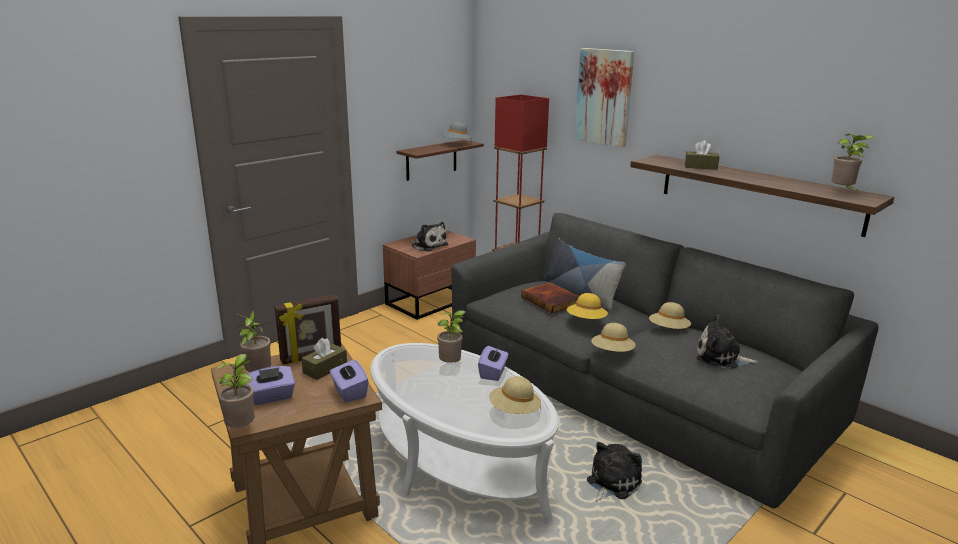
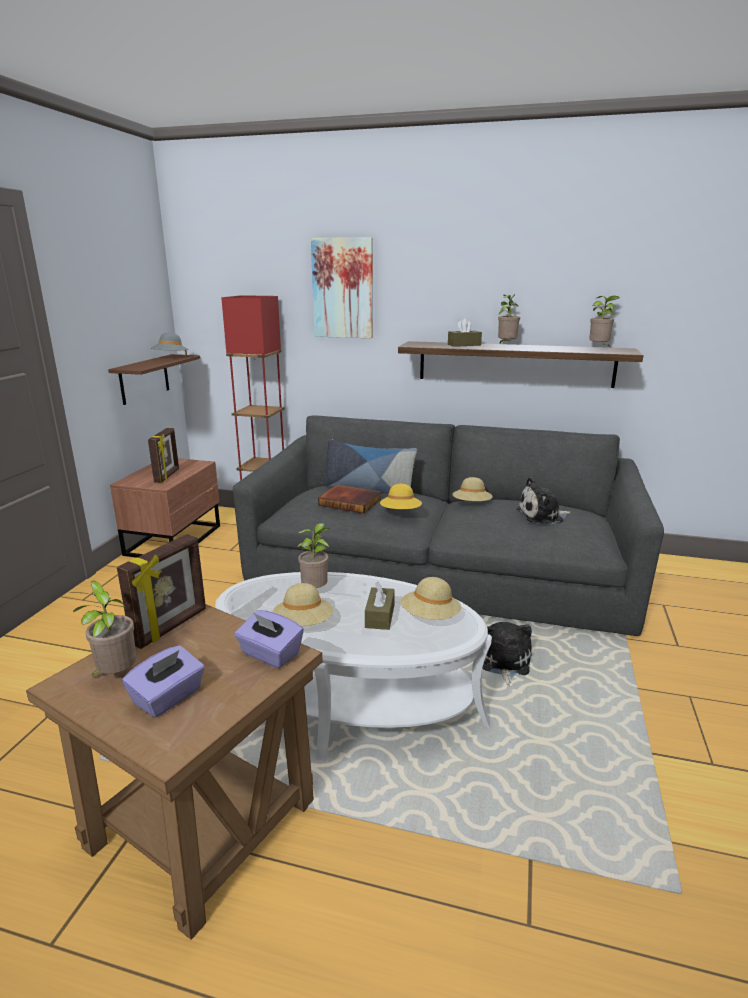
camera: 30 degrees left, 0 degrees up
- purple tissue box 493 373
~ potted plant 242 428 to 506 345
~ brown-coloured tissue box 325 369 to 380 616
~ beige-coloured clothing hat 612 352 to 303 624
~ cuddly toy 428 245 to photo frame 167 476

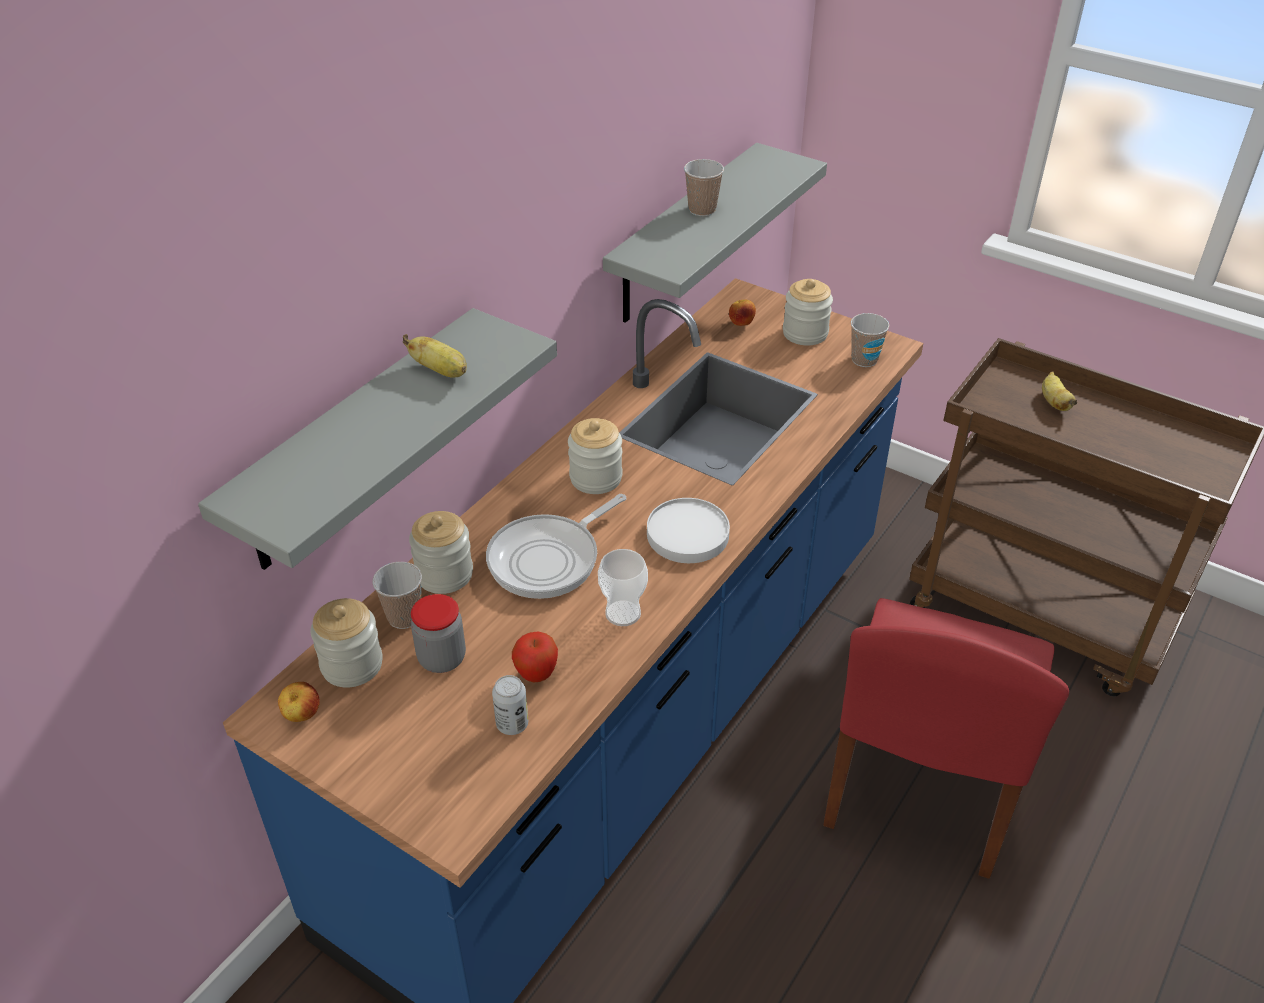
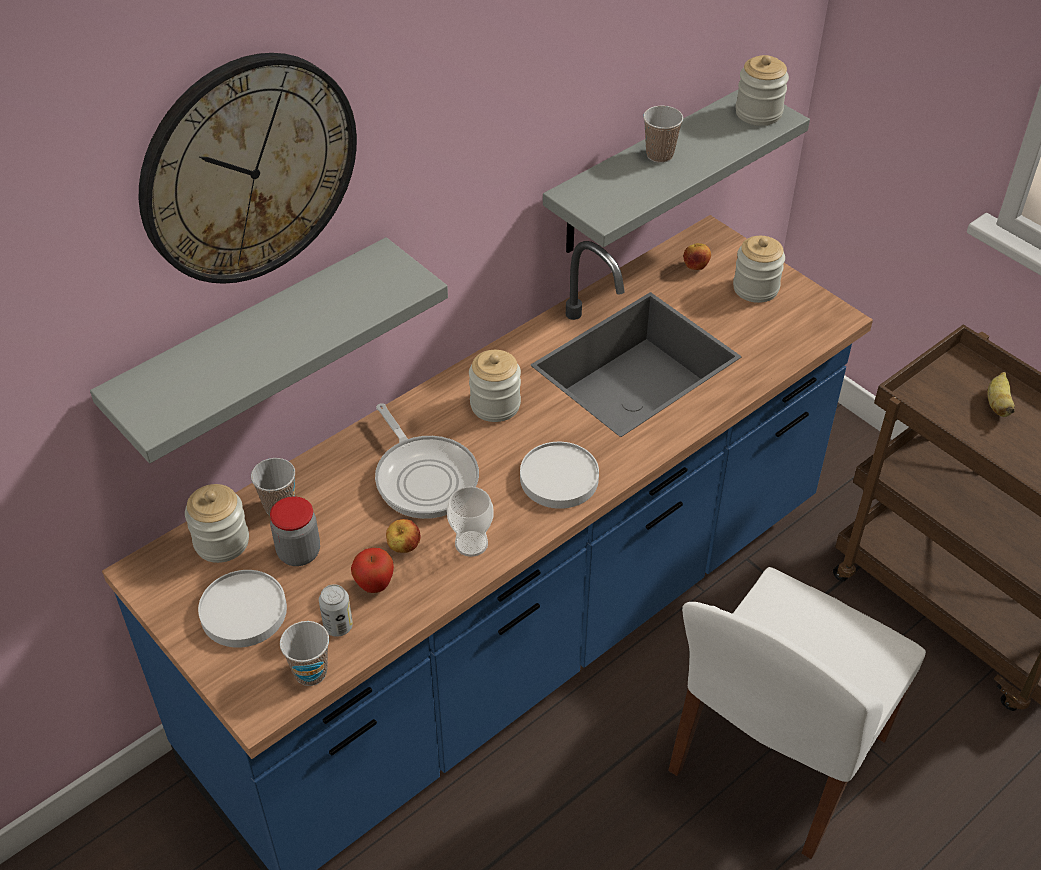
camera: 15 degrees right, 5 degrees up
- banana fruit 441 371
+ clock on the wall 249 169
+ whitish flat dish 244 612
~ whole apple 302 715 to 403 547
~ storage jar 444 574 to 758 113
~ cup 864 360 to 310 672
~ reddish upright chair 919 790 to whitish upright chair 775 758
~ pan 549 559 = 424 477 90 degrees counterclockwise

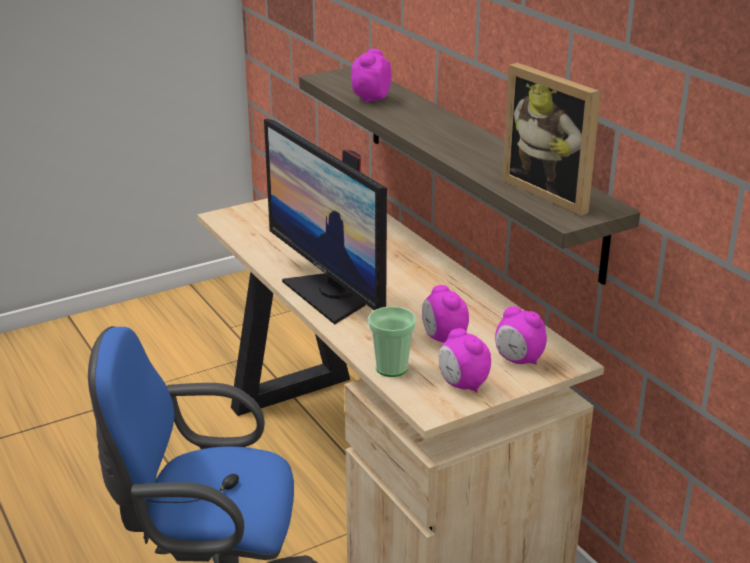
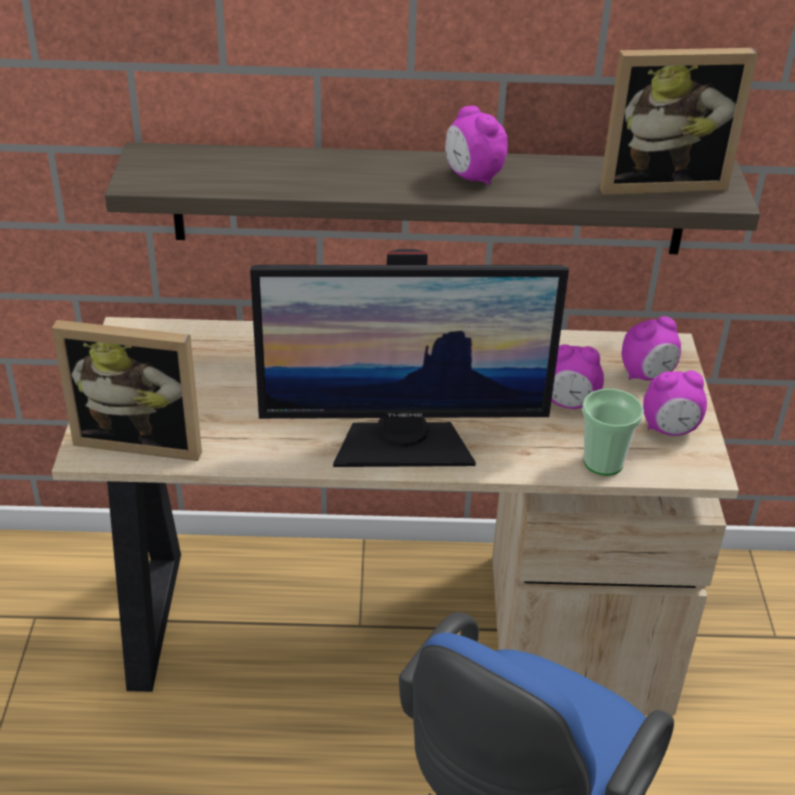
camera: 60 degrees left, 10 degrees up
+ photo frame 142 439
~ alarm clock 370 99 to 472 177

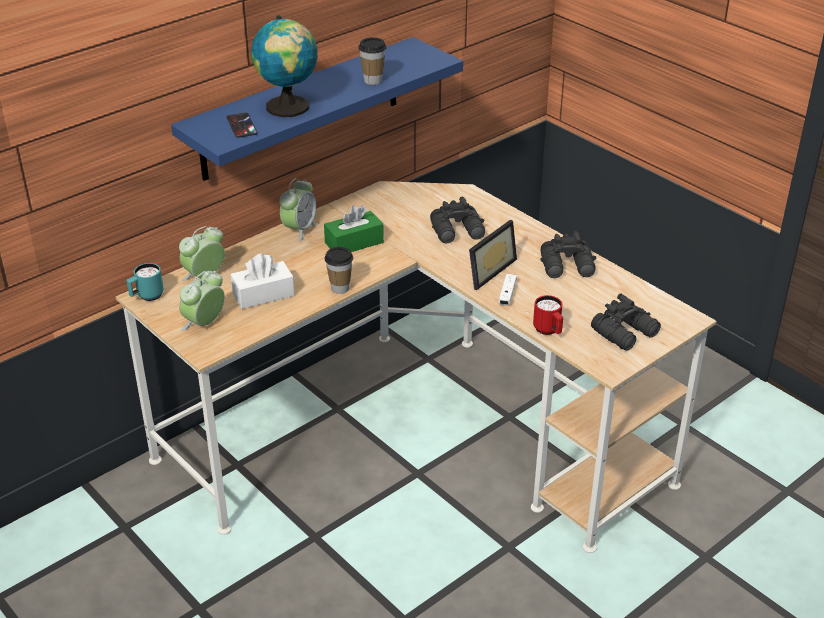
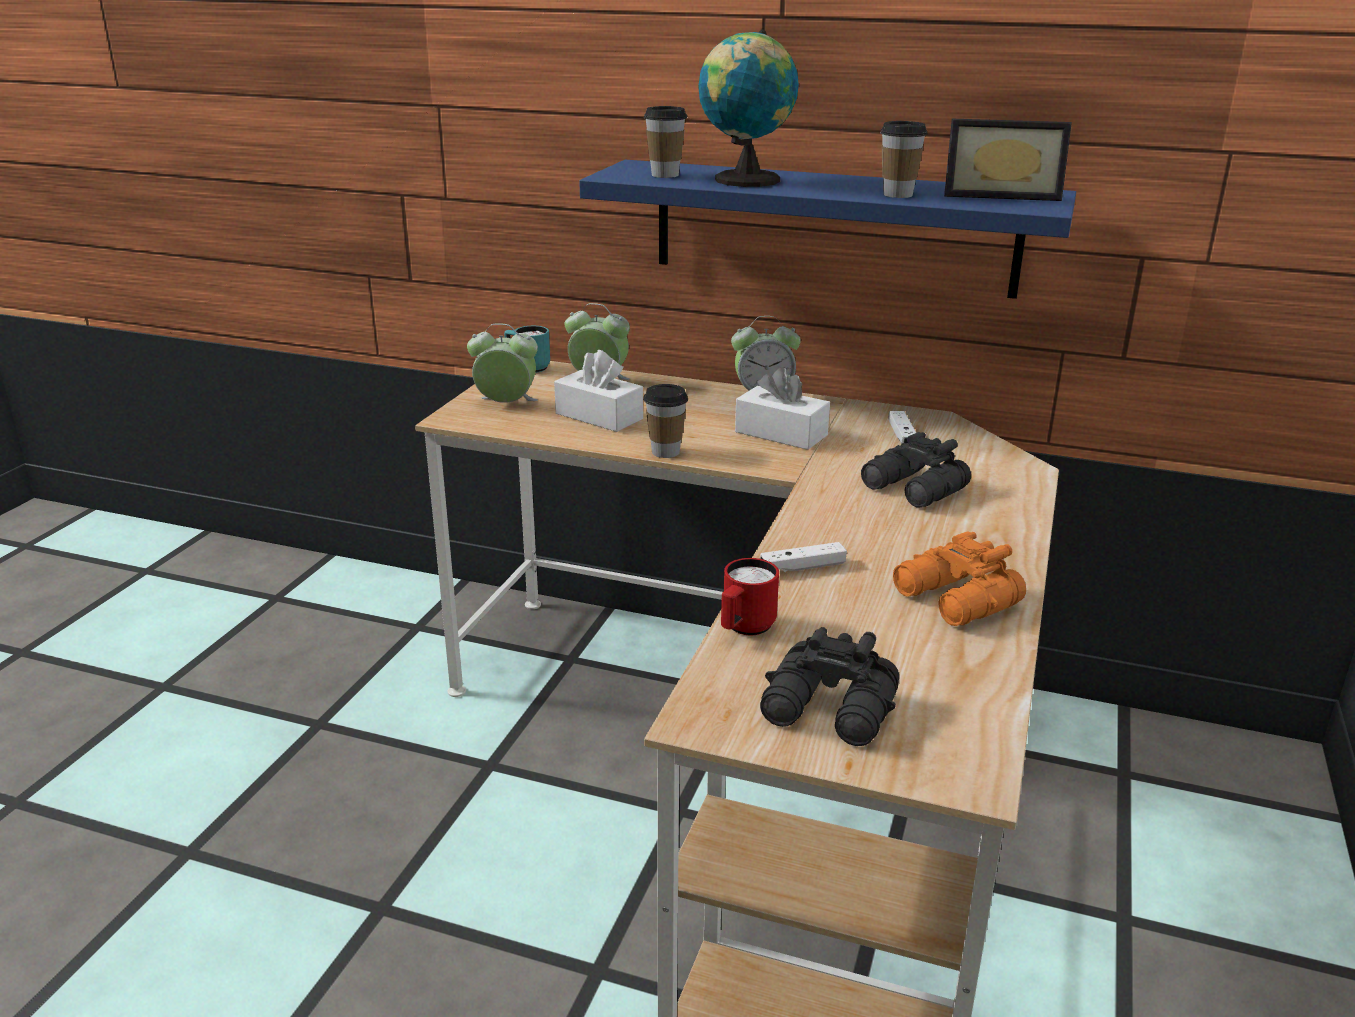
camera: 60 degrees right, 10 degrees down
+ whitish joypad 902 436
~ photo frame 486 270 to 1000 195
~ handset 241 125 to cup 665 175
~ green-coloured tissue box 354 243 to whitish tissue box 781 433
~ blackish field glasses 568 267 to orangey field glasses 956 600

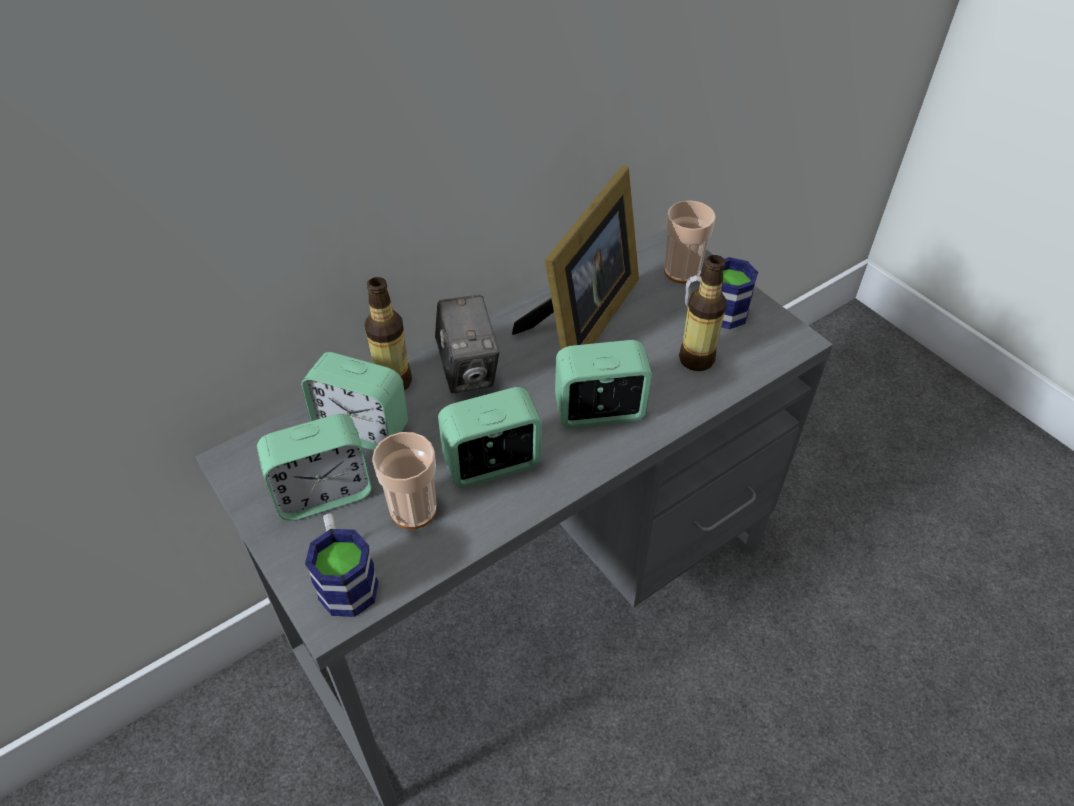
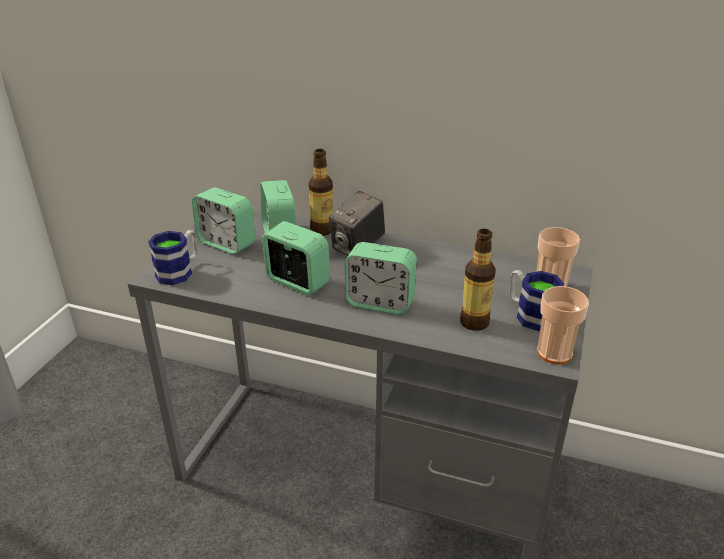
camera: 55 degrees right, 15 degrees down
- photo frame 582 321
~ cup 413 510 to 554 353
~ alarm clock 600 412 = 380 302 150 degrees clockwise

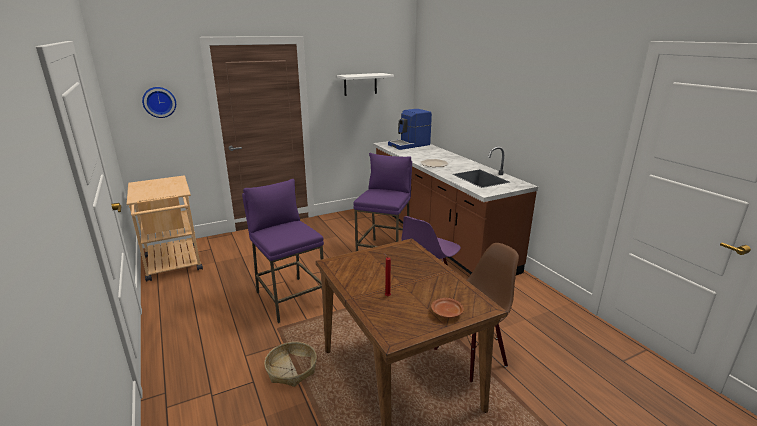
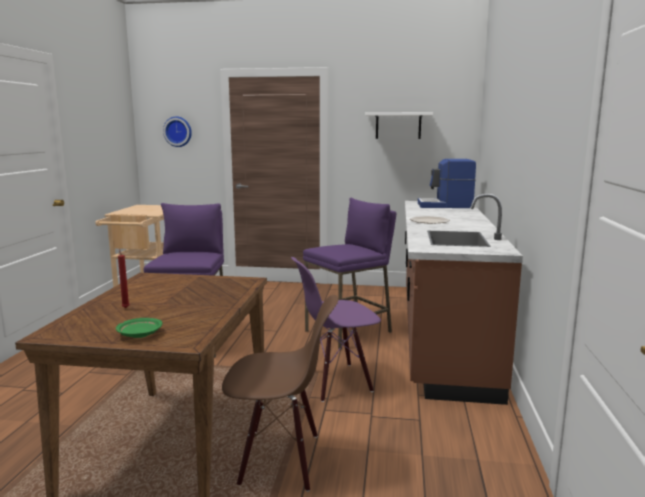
camera: 35 degrees right, 10 degrees down
- basket 291 369
~ brown-coloured flat dish 446 313 to green-coloured flat dish 139 334

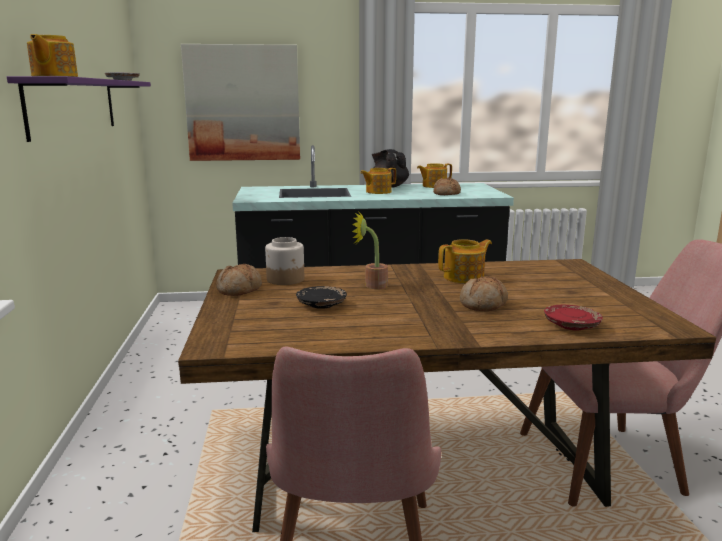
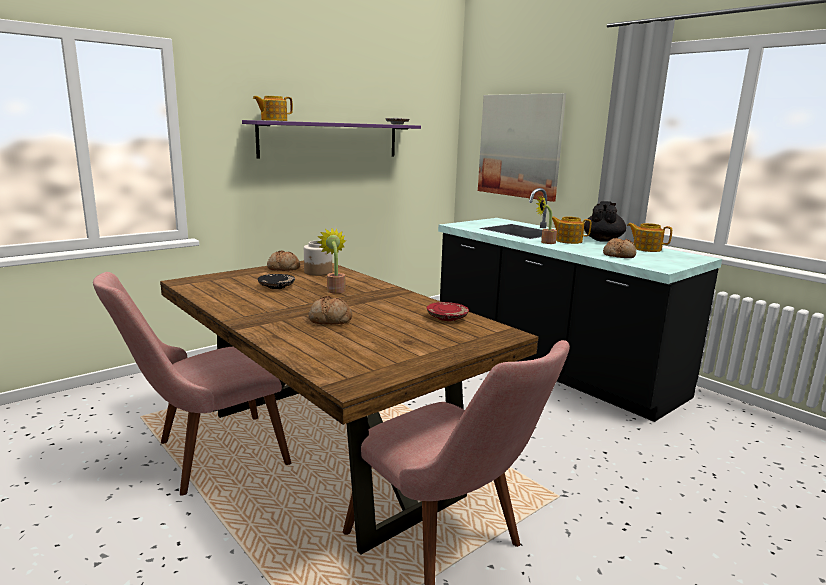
camera: 55 degrees right, 0 degrees up
- pot for tea 465 277
+ potted plant 545 242
~ reddish flat dish 571 325 to 447 318

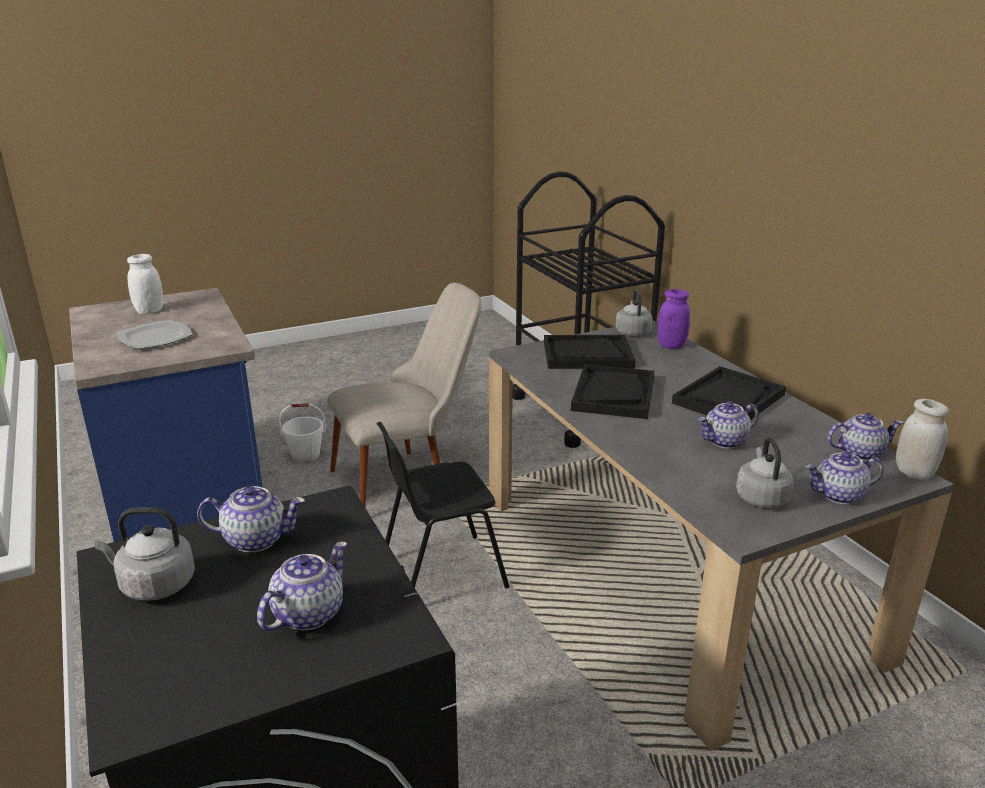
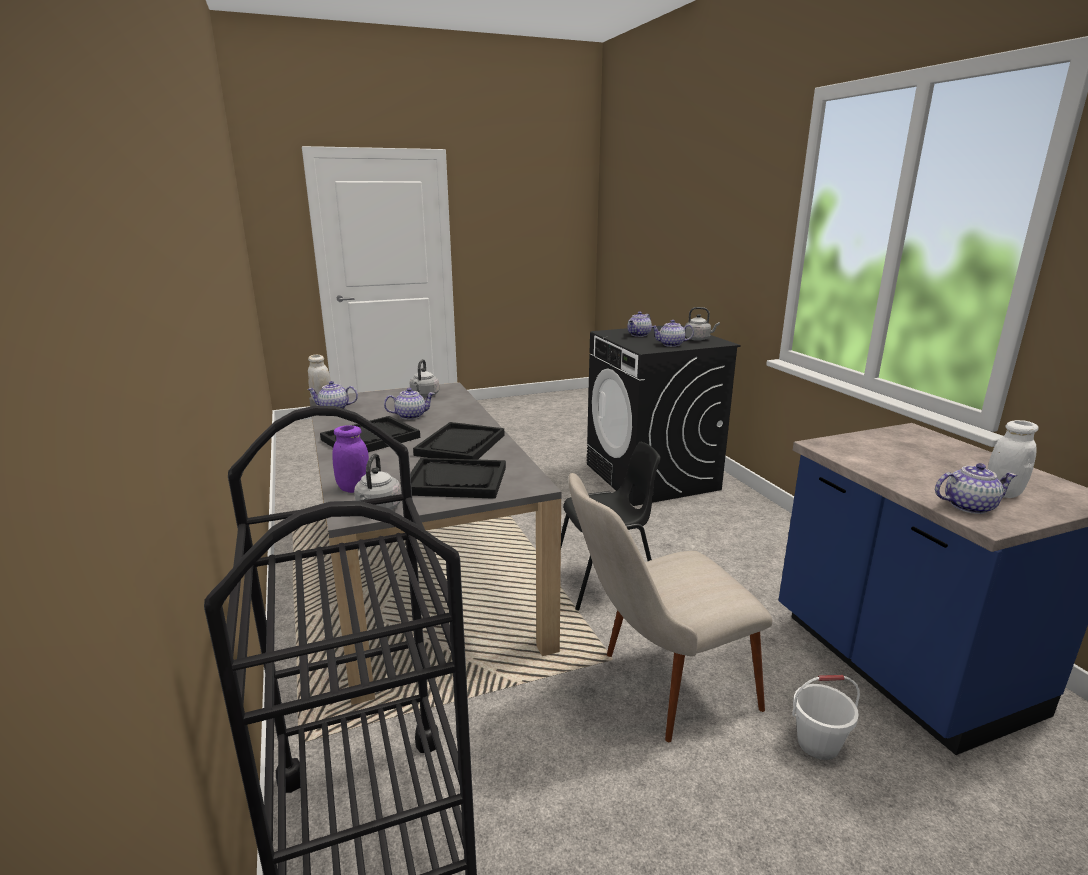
camera: 175 degrees left, 5 degrees down
- flat dish 155 338
~ pot for tea 839 495 to 969 506

